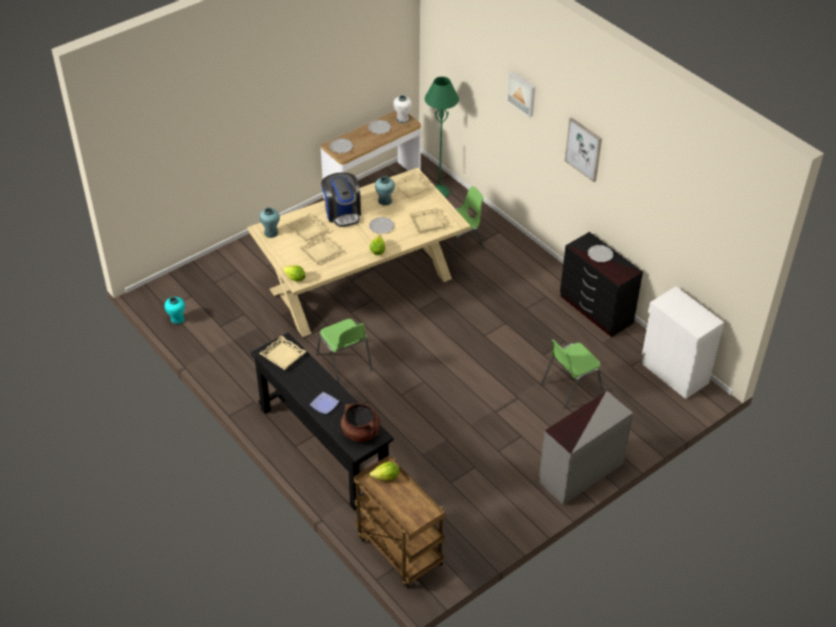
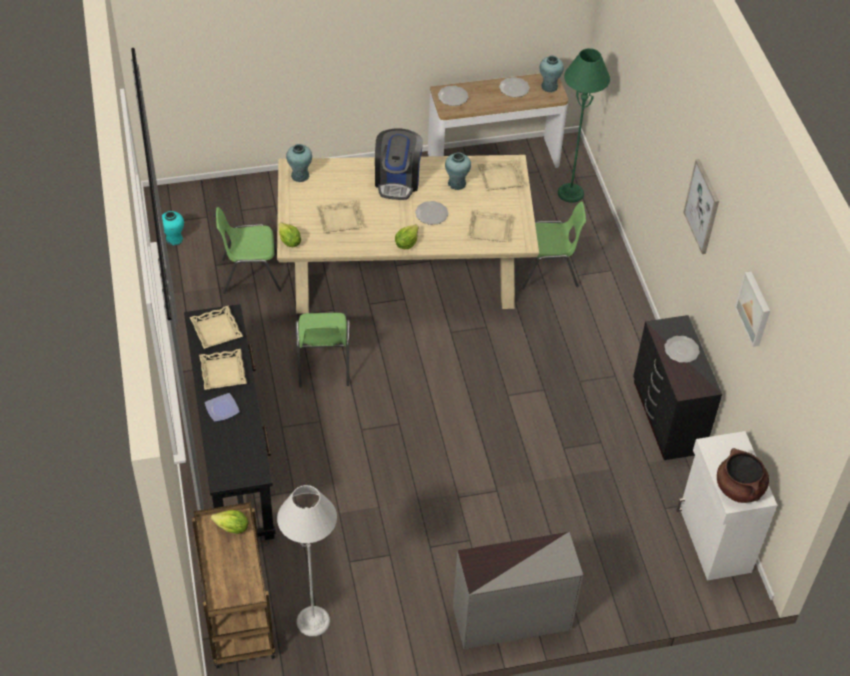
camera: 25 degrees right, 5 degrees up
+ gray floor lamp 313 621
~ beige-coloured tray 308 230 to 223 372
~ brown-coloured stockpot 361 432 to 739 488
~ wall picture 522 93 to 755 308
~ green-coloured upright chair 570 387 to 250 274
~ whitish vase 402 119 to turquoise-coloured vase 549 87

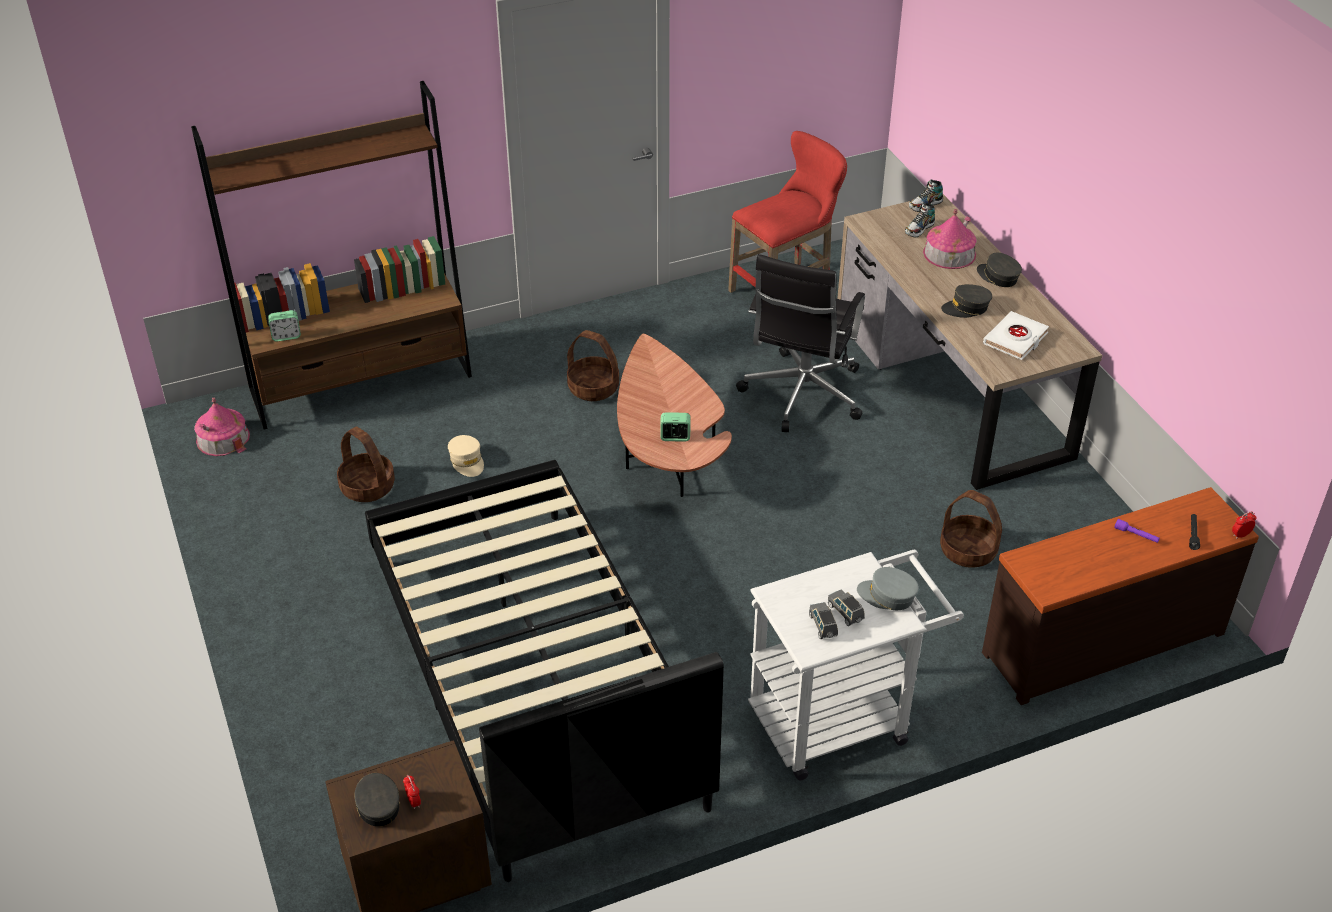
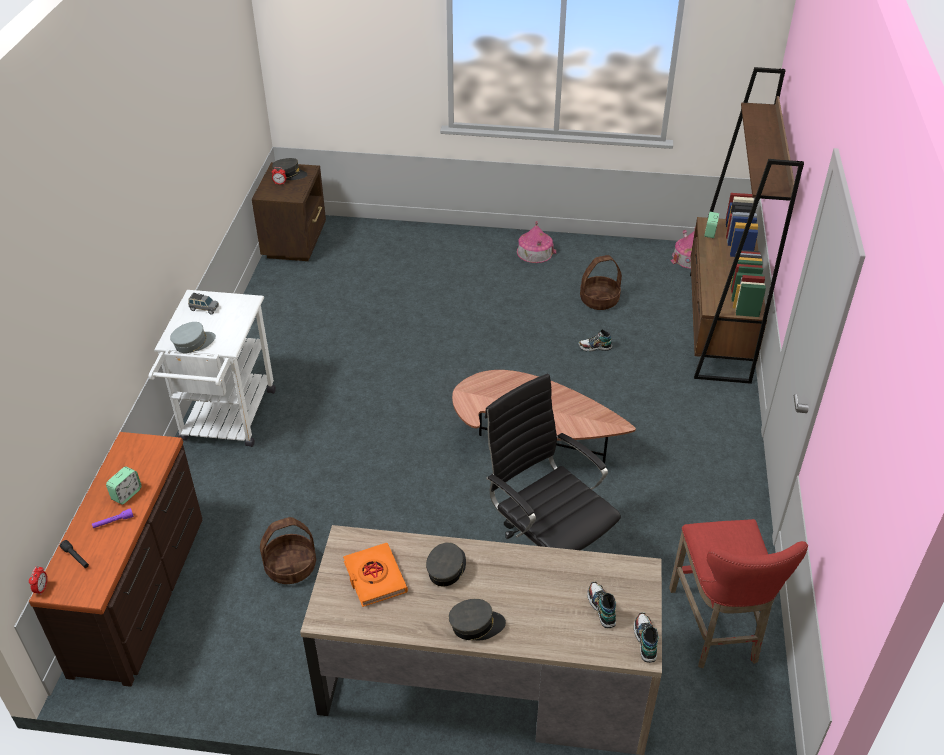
camera: 120 degrees right, 0 degrees up
- blackish sleeping bed 533 679
- basket 593 388
- gray miniature car 845 613
~ alarm clock 675 437 to 126 494
~ miniature house 949 253 to 535 252
~ beige-coloured cap 467 461 to low shoe 595 347
~ whitish book 1015 339 to orangey book 375 577

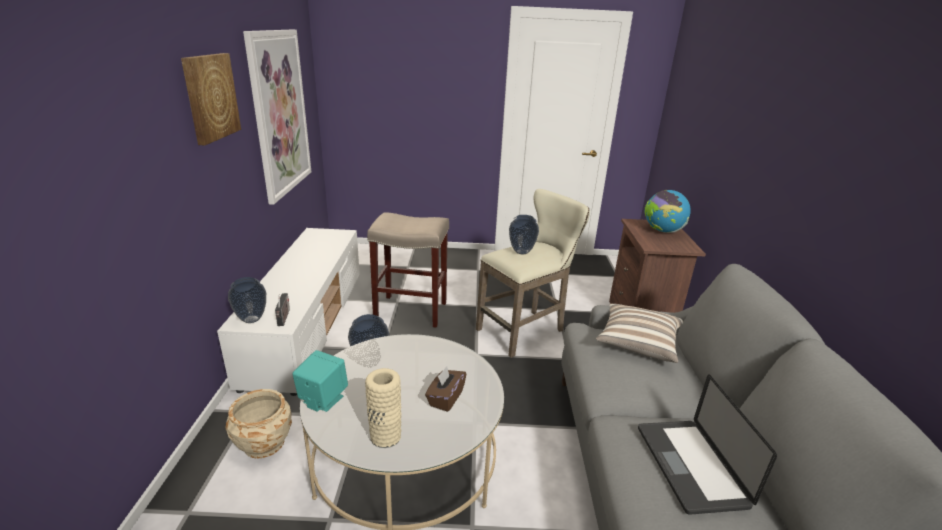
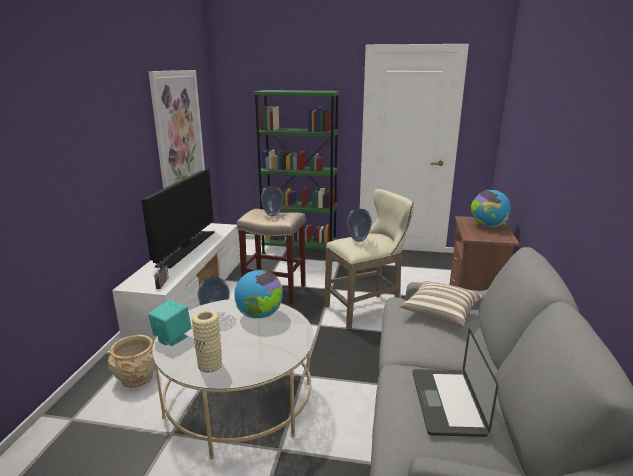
camera: 10 degrees right, 5 degrees down
- wall picture 210 97
- brown-coloured tissue box 445 398
+ TV 186 248
+ desk globe 260 315
+ green-coloured bookcase 299 250
~ vase 251 319 to 272 214

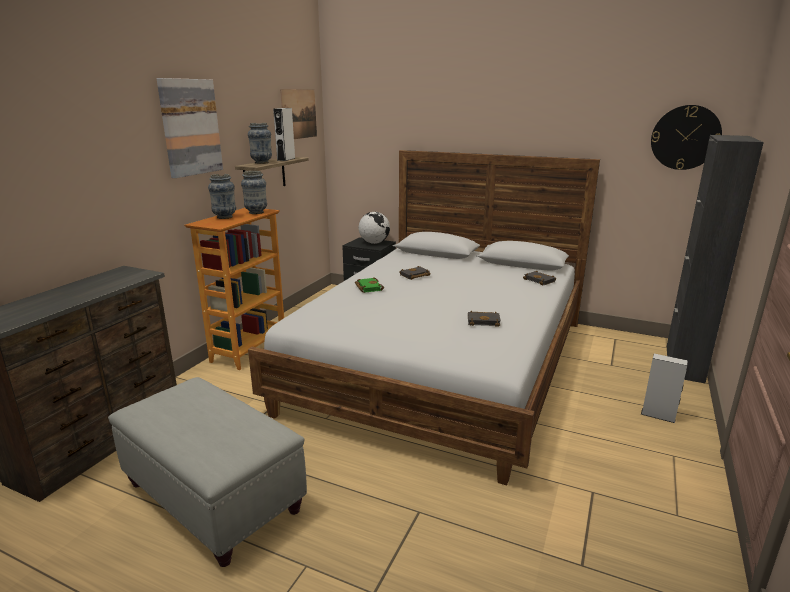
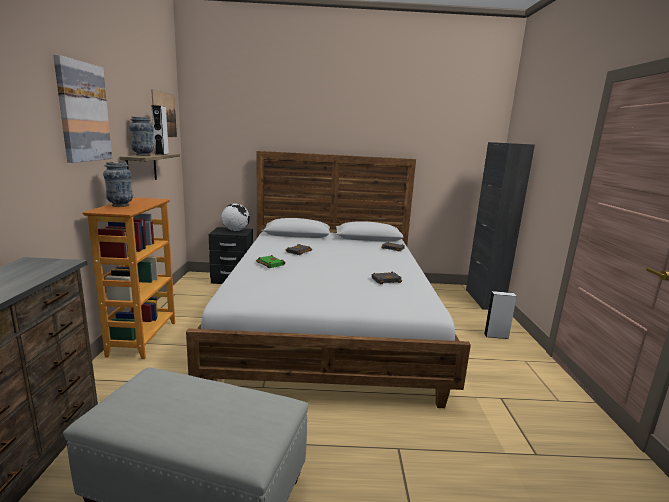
camera: 25 degrees left, 5 degrees down
- vase 256 212
- clock on the wall 685 137

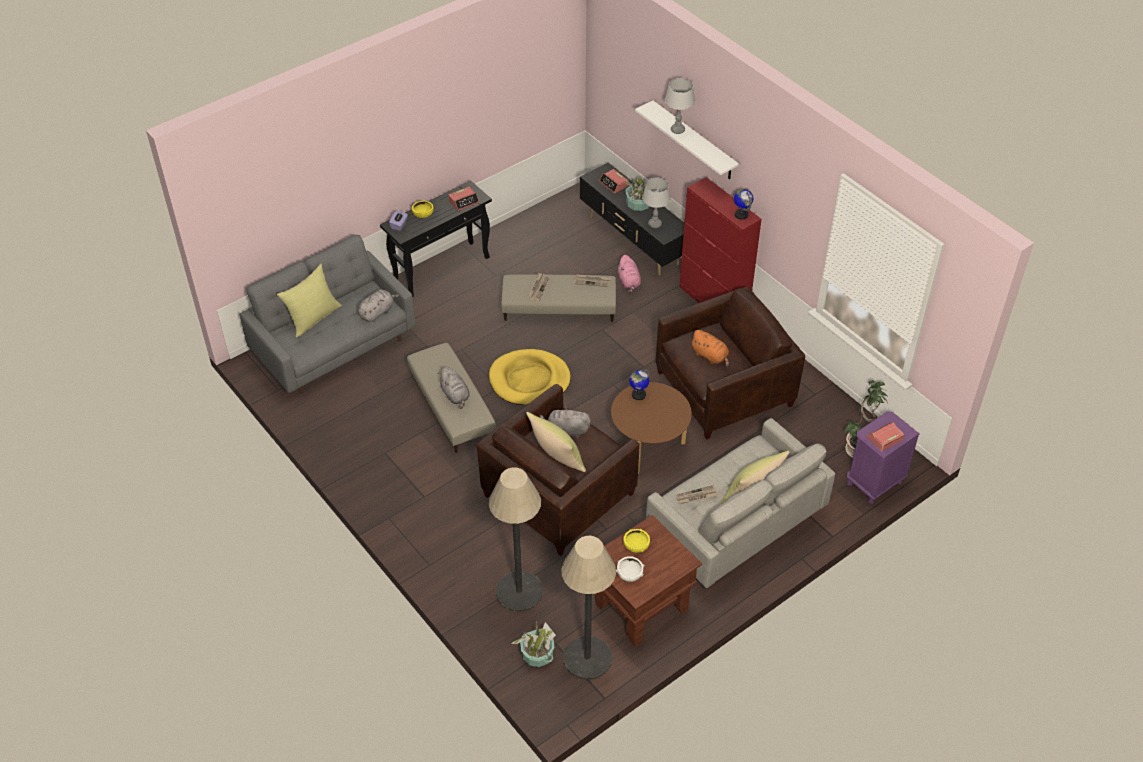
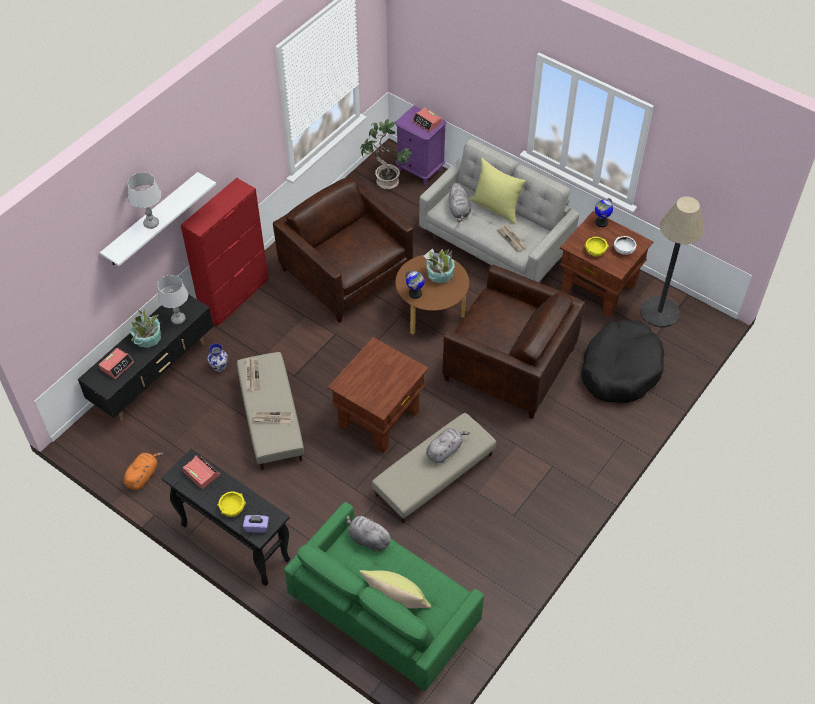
camera: 105 degrees left, 5 degrees up
- yellowish cushion 556 458
~ potted plant 537 654 to 440 274
~ gray cuddly toy 566 430 to 459 210
~ orangey cuddly toy 710 356 to 143 476
~ desk globe 741 214 to 601 222
~ yellowish dog cushion 529 380 to brown-coloured accent table 379 419
~ floor lamp 519 591 to blackish dog cushion 620 369
~ pinkish cuddly toy 629 282 to vase 219 367
~ gray sofa 334 346 to green-coloured sofa 384 612

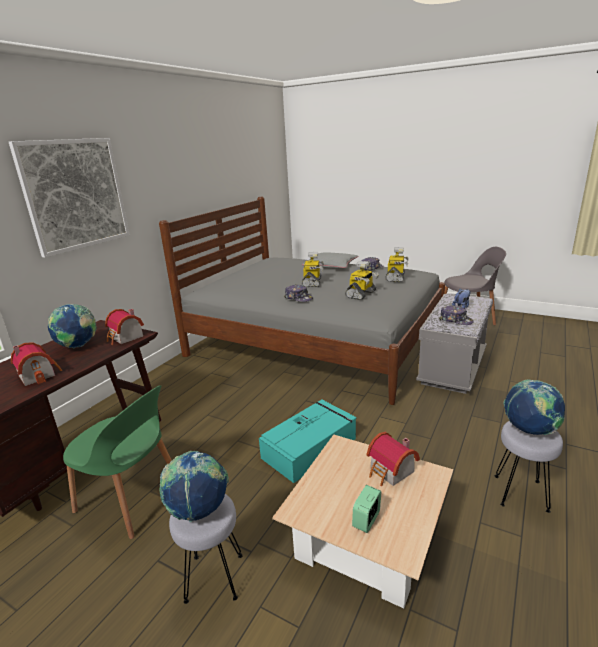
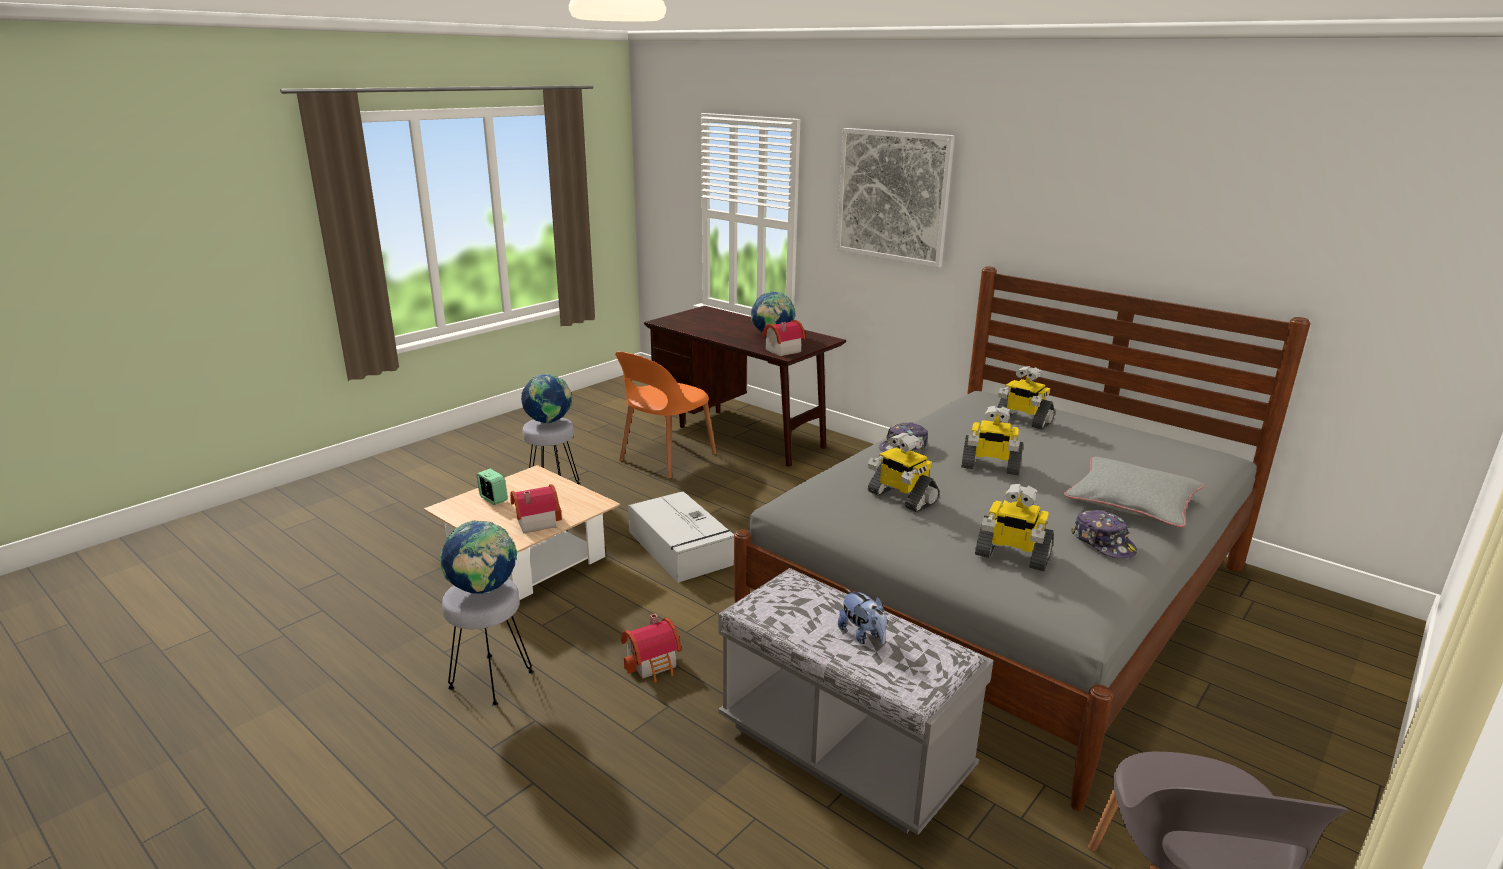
camera: 100 degrees right, 0 degrees up
- cap 455 320
+ model robot 1022 420
~ miniature house 39 374 to 654 664
~ green-coloured upright chair 131 499 to orangey upright chair 666 458
~ turquoise-coloured storage box 310 447 to gray storage box 681 549

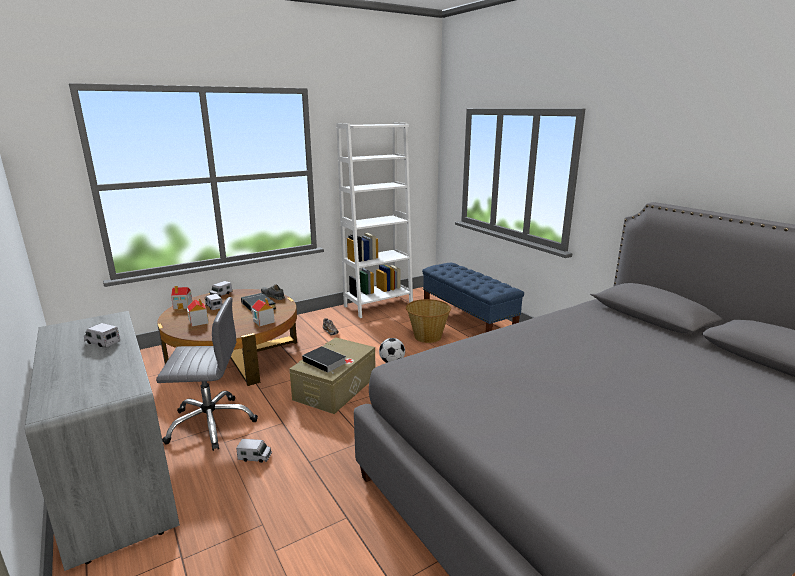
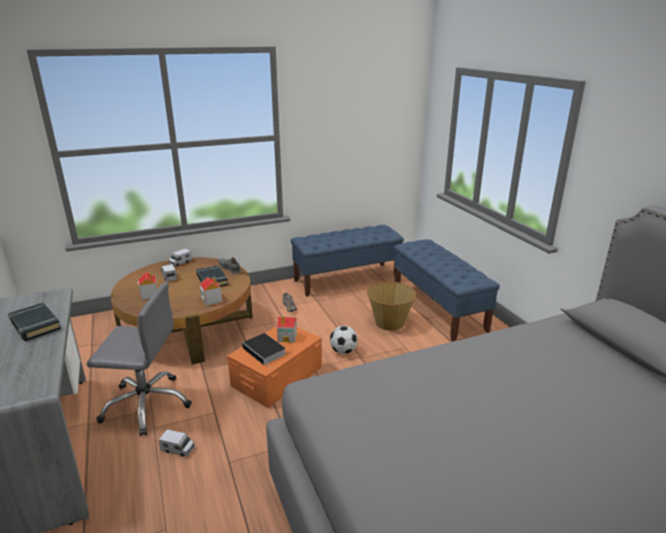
camera: 10 degrees right, 5 degrees up
~ miniature house 183 306 to 287 337
~ toy lorry 102 342 to blackish book 35 325
~ whitish bookcase 378 305 to blue-coloured long seat 347 279
~ beige-coloured storage box 335 388 to orangey storage box 277 376

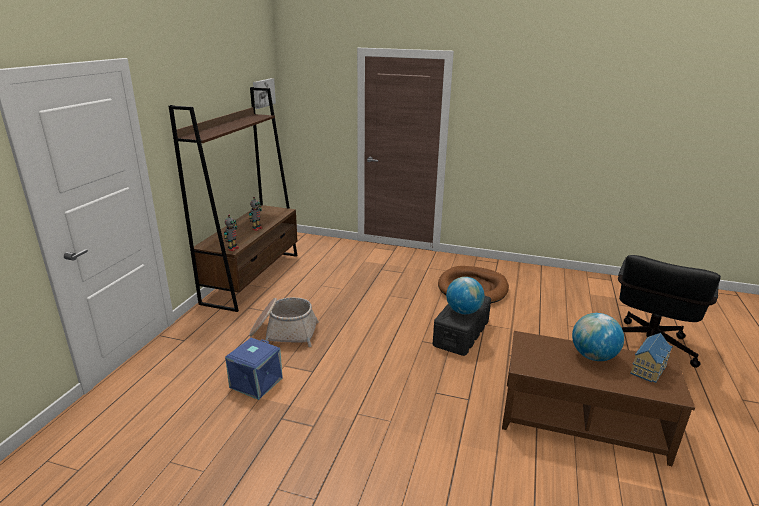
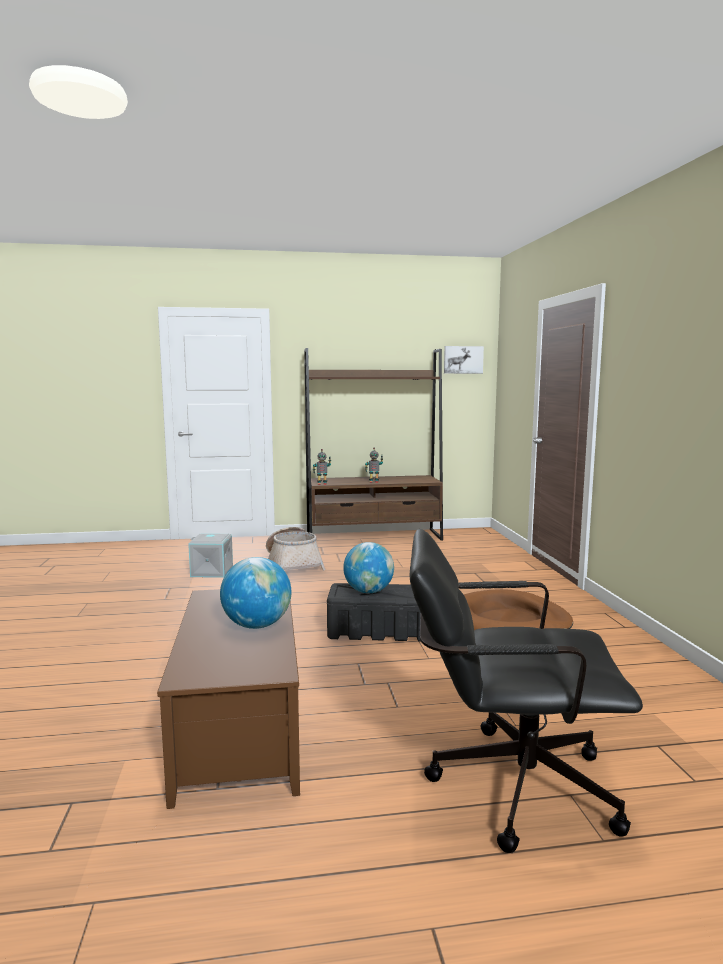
camera: 65 degrees right, 15 degrees down
- miniature house 649 369
~ blue-coloured storage box 256 383 to gray storage box 211 572

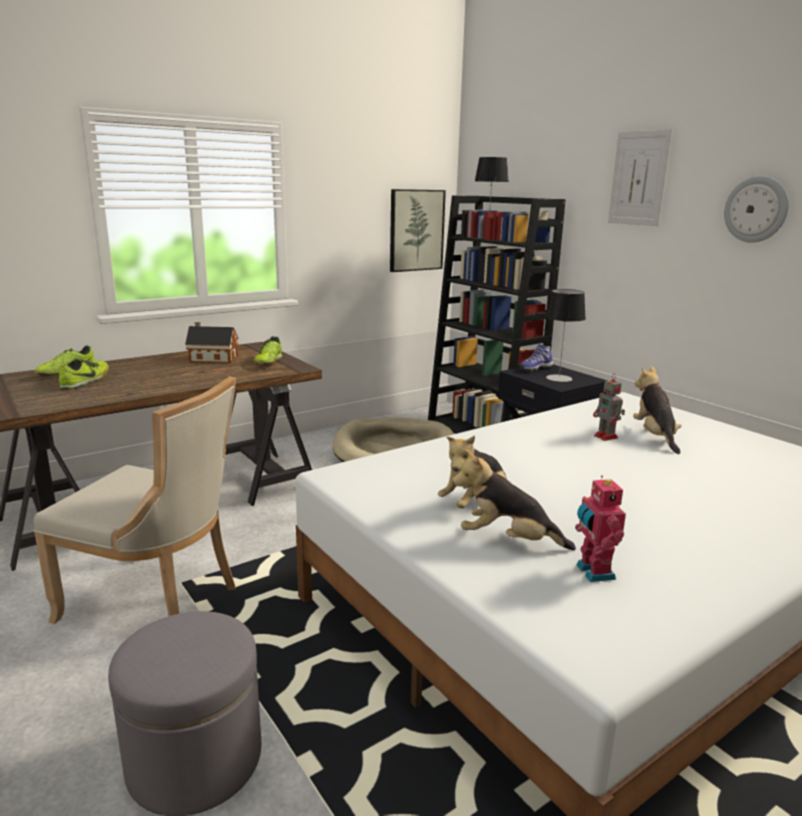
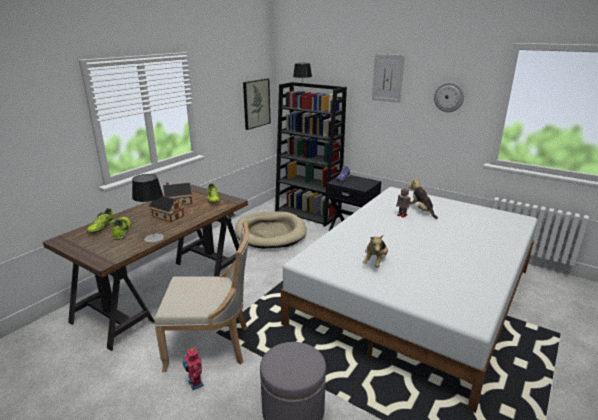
camera: 20 degrees left, 5 degrees up
- cuddly toy 508 540
+ miniature house 167 215
~ lamp for a table 559 378 to 154 238
~ model robot 593 572 to 195 384

